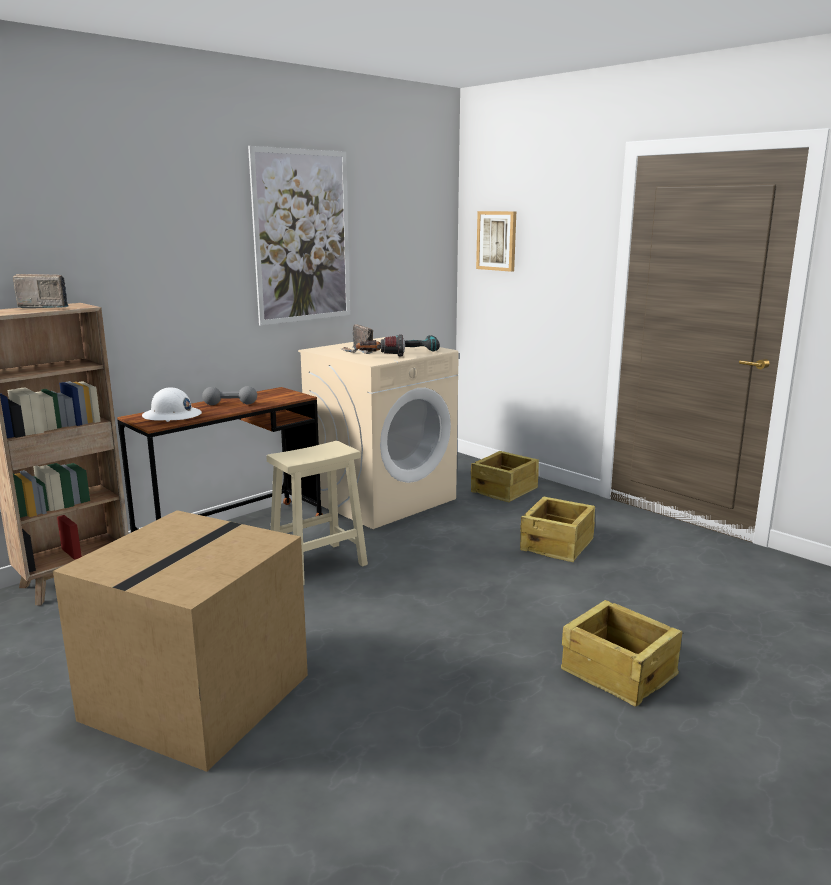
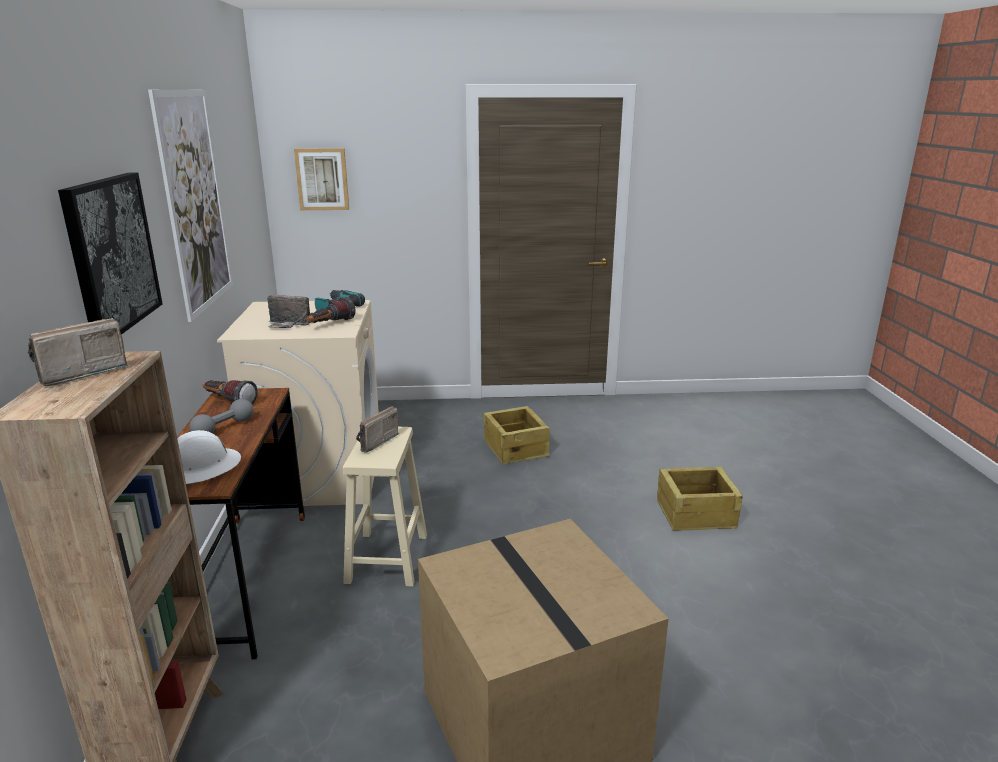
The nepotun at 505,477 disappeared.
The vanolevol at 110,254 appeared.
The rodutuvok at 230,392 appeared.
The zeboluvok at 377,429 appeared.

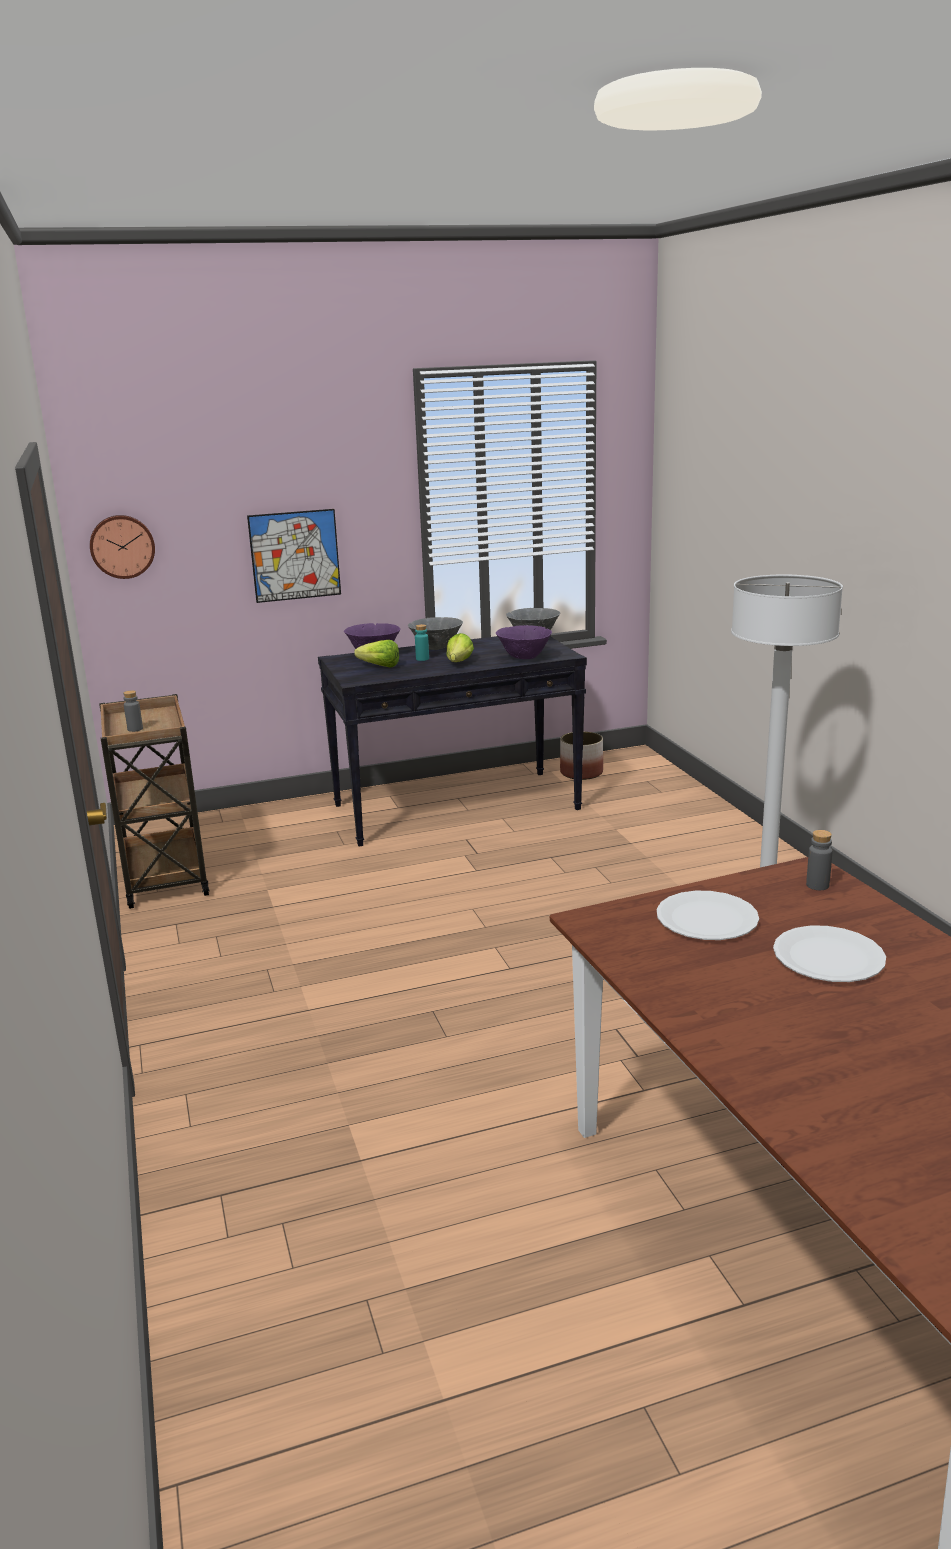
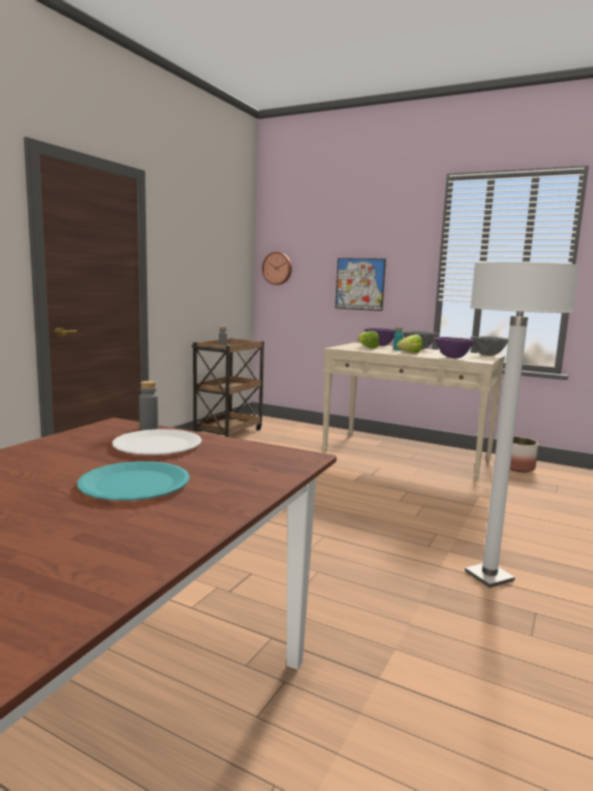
The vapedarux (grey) moved from 819,860 to 148,405.
The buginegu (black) at 452,741 became the buginegu (beige) at 413,412.
The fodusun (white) at 829,954 became the fodusun (turquoise) at 134,481.

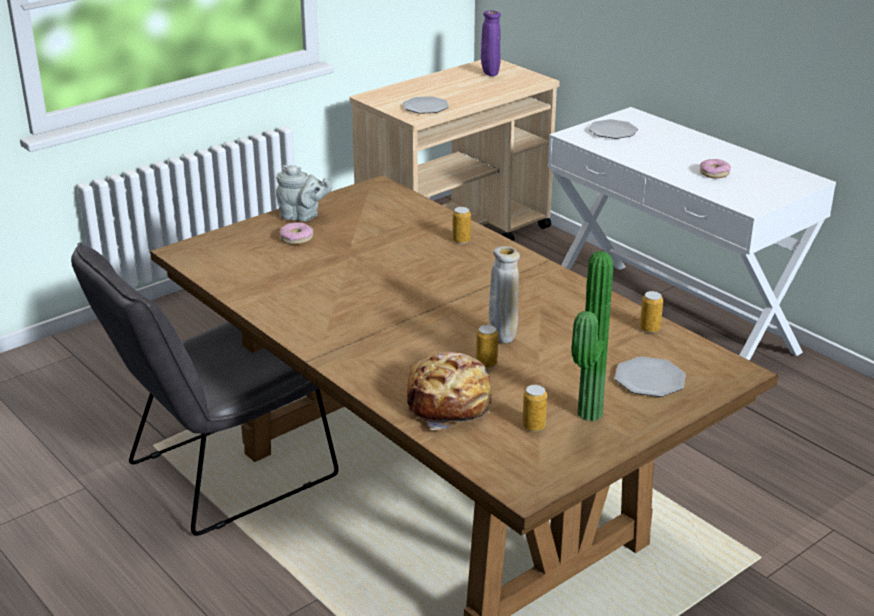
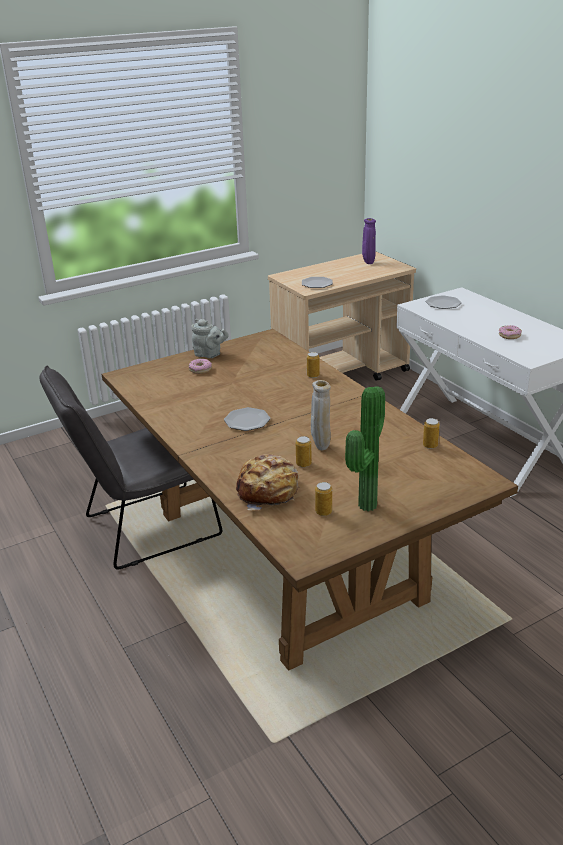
The fodusun moved from 650,377 to 247,419.

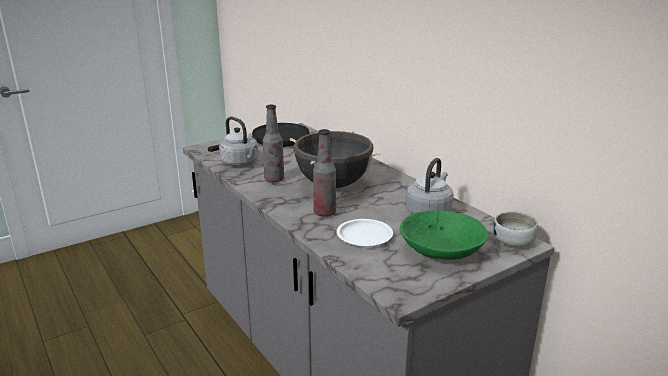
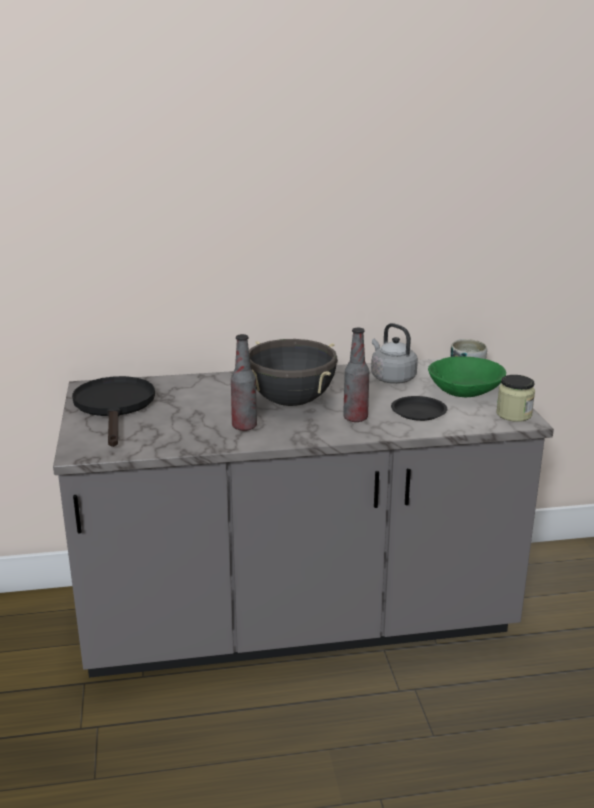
The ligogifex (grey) at 238,141 disappeared.
The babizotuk at 515,398 appeared.
The fodusun (white) at 365,233 became the fodusun (black) at 419,408.

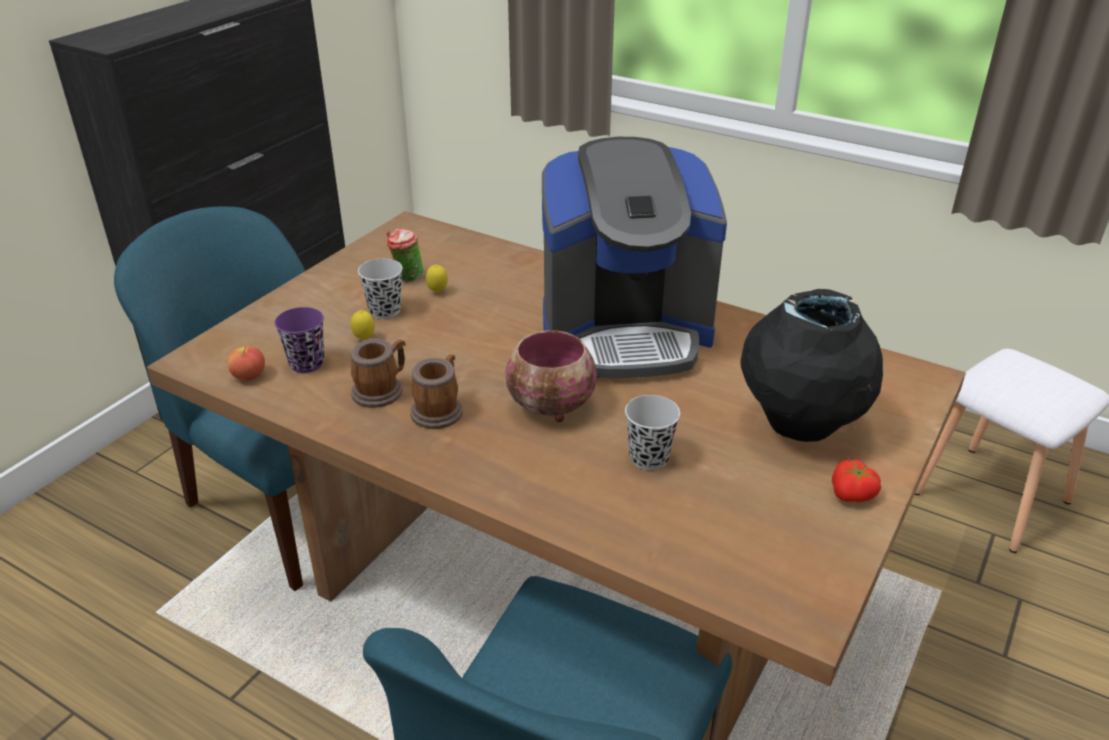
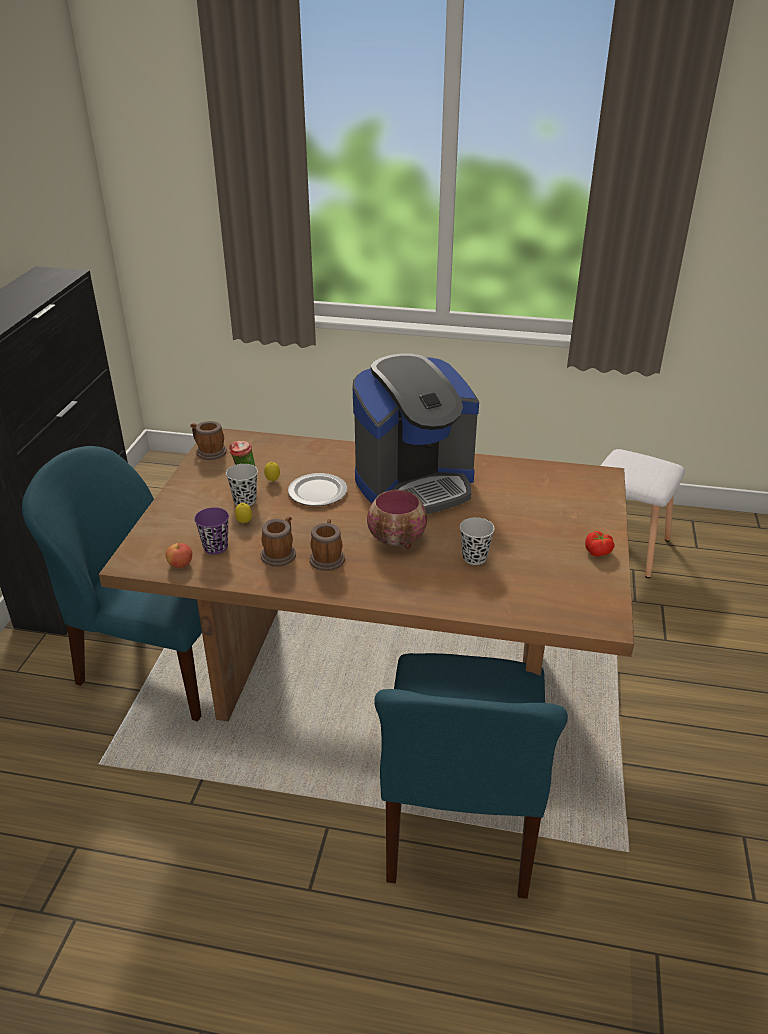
The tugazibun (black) at 811,365 disappeared.
The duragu at 208,440 appeared.
The fodusun at 317,489 appeared.

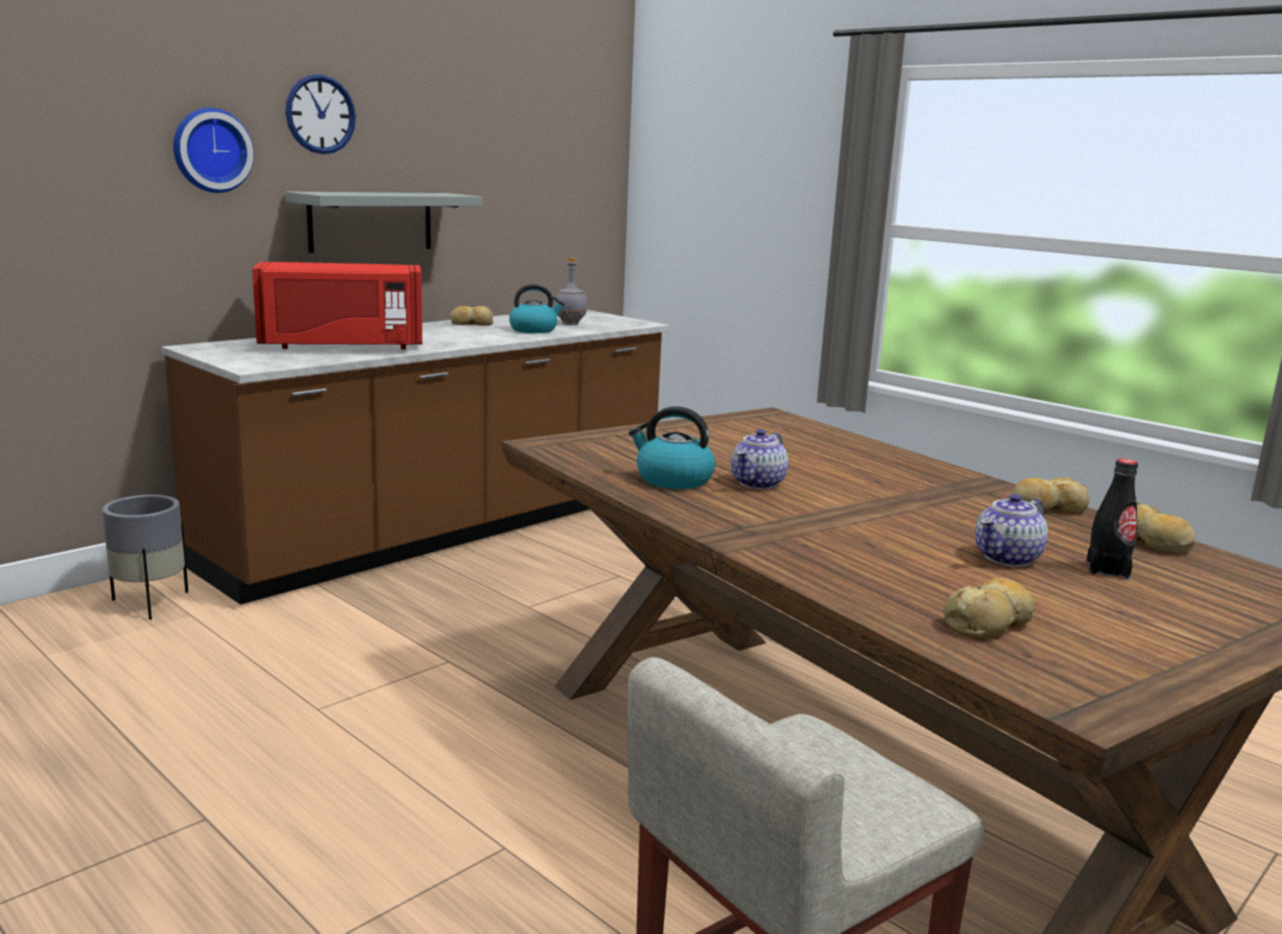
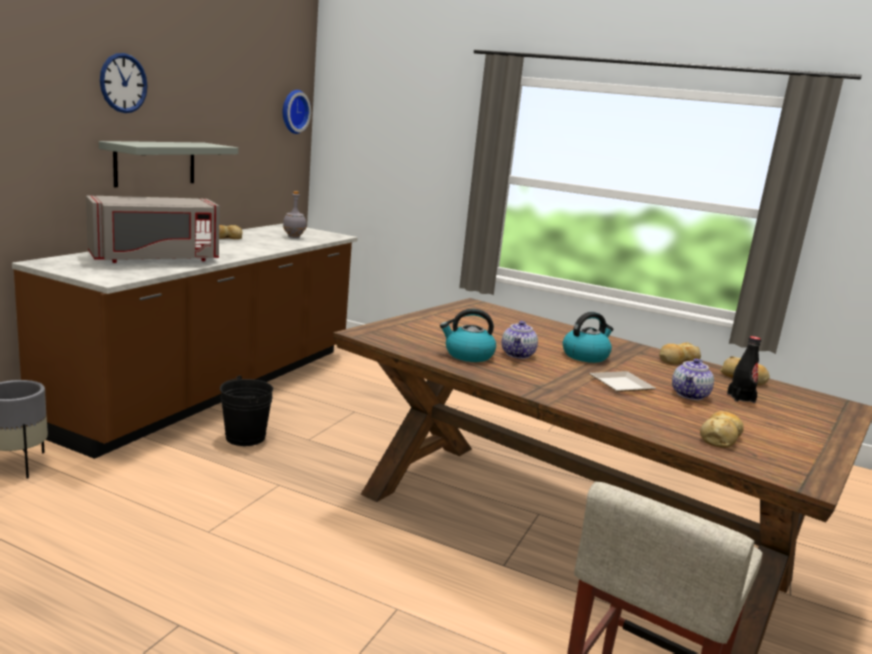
The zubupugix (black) at 246,411 appeared.
The fodusun at 622,381 appeared.
The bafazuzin moved from 213,150 to 297,112.
The ligogifex moved from 537,308 to 588,337.
The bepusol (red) at 337,306 became the bepusol (grey) at 153,229.

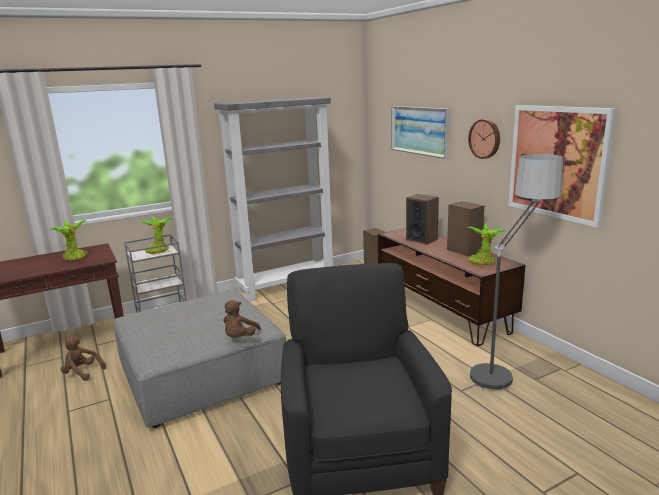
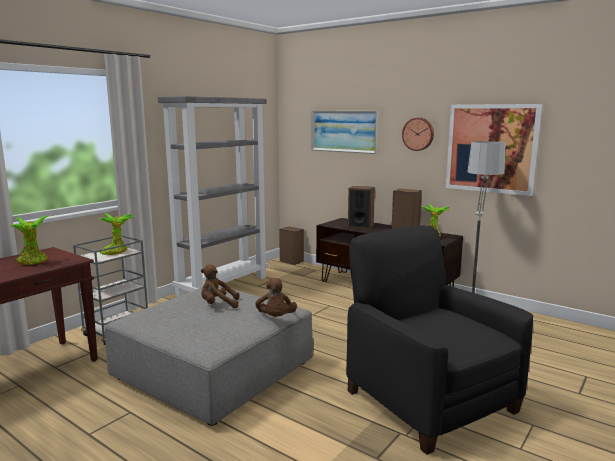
The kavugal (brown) moved from 83,358 to 220,286.

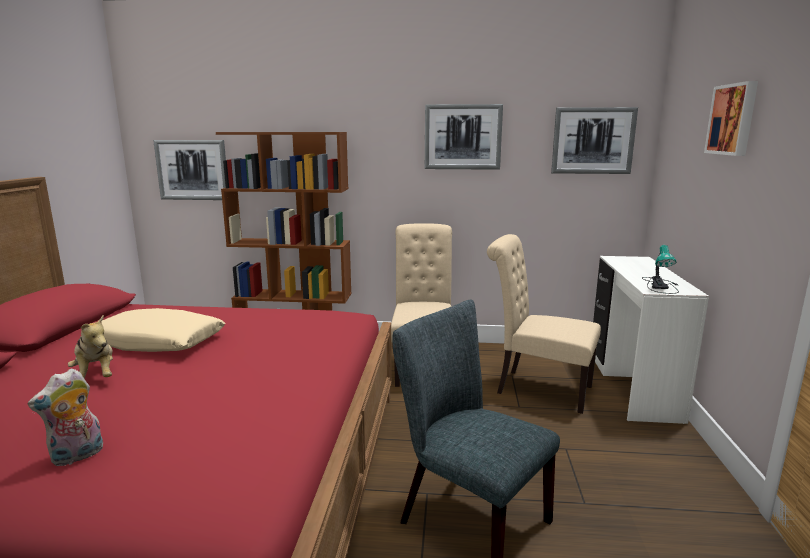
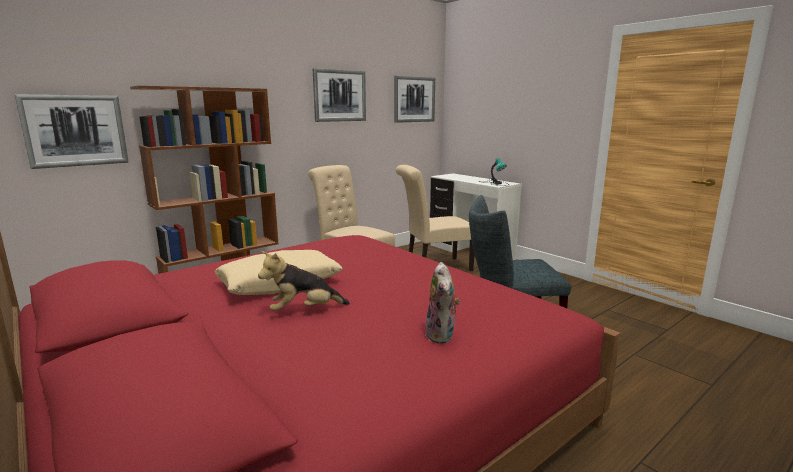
The vanolevol at 731,118 disappeared.
The kavugal at 90,347 turned 150 degrees clockwise.

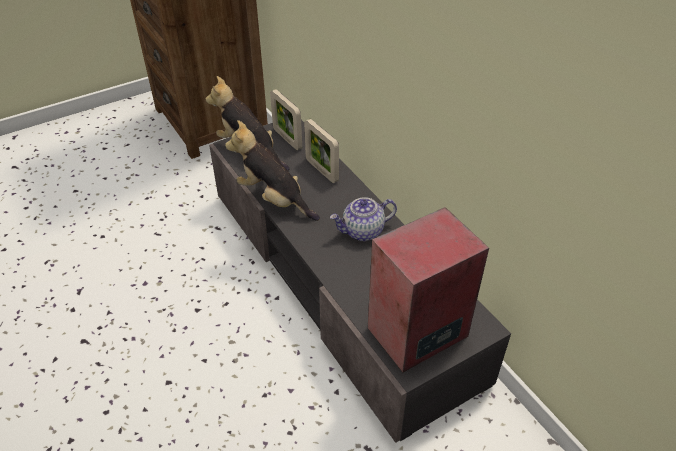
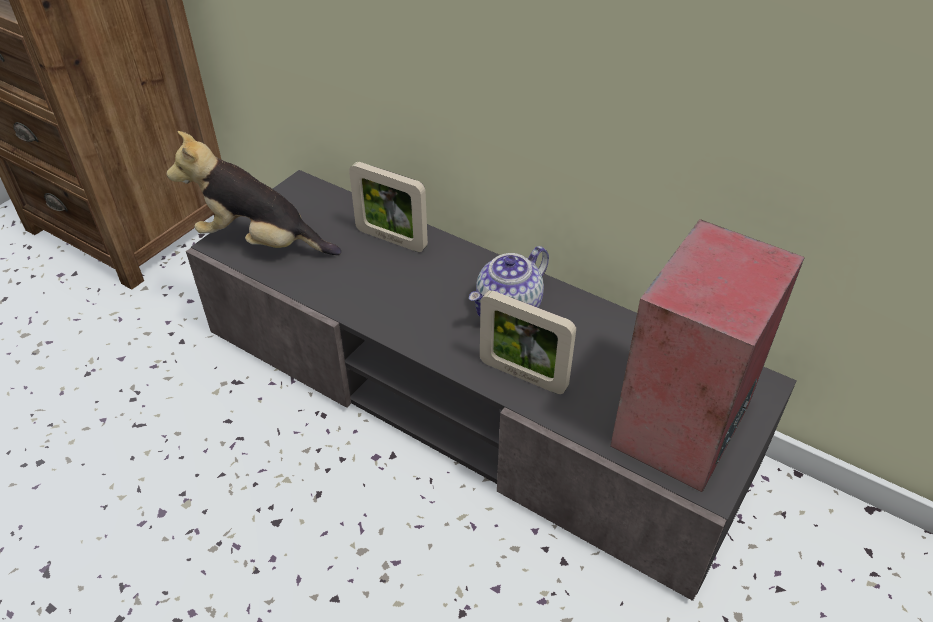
The kavugal at 272,170 disappeared.
The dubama moved from 286,119 to 528,342.

